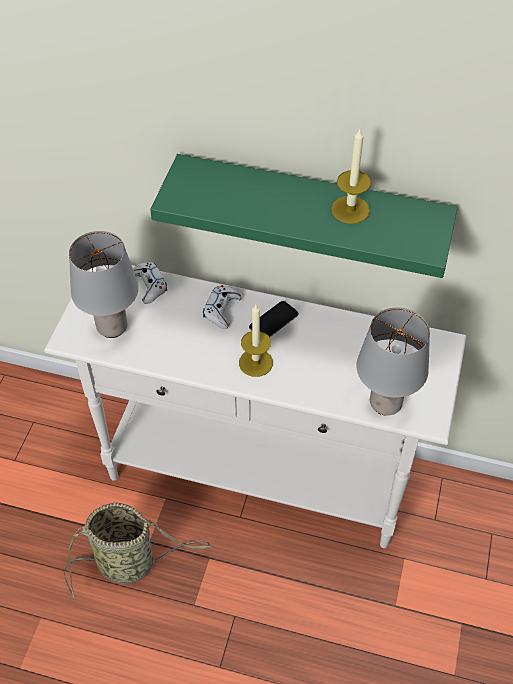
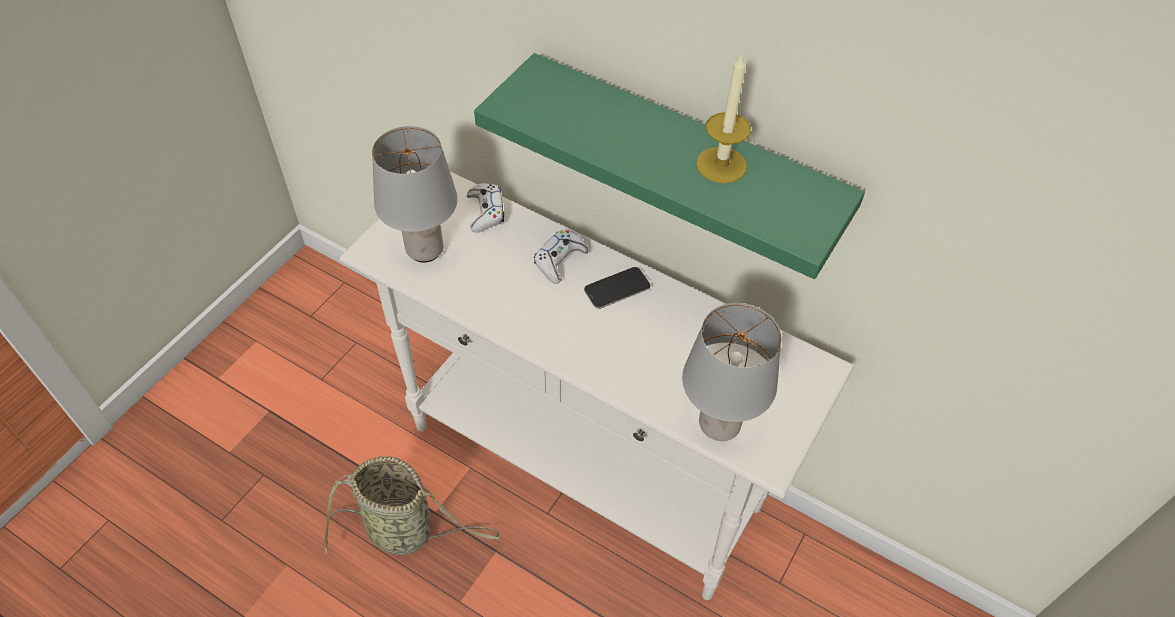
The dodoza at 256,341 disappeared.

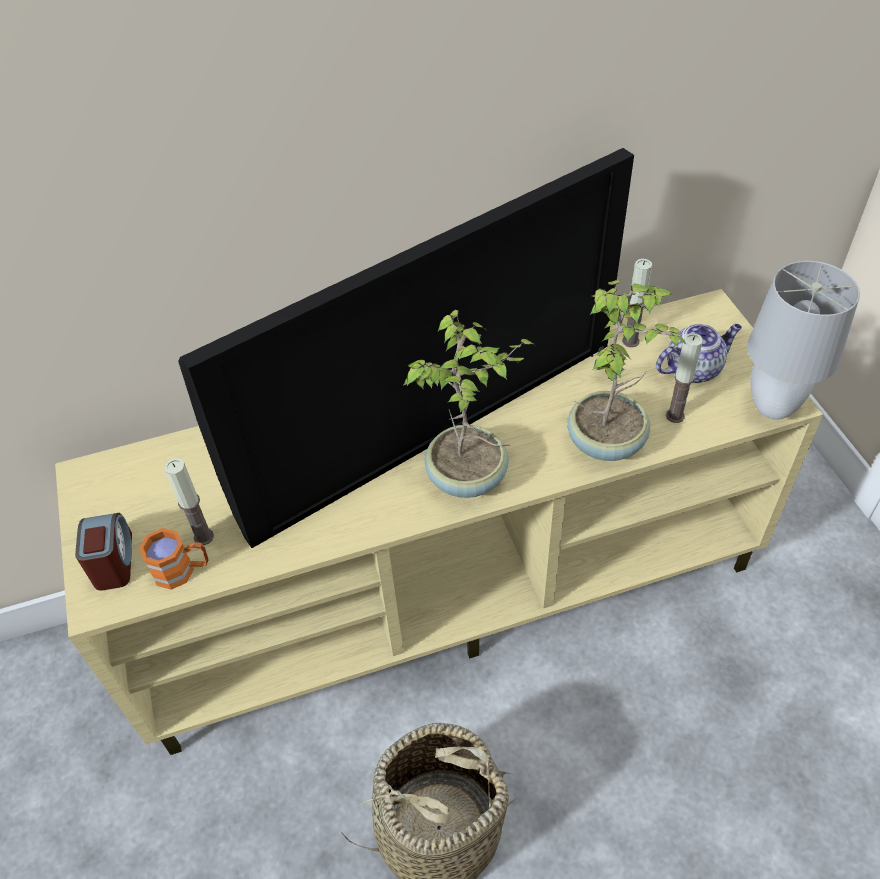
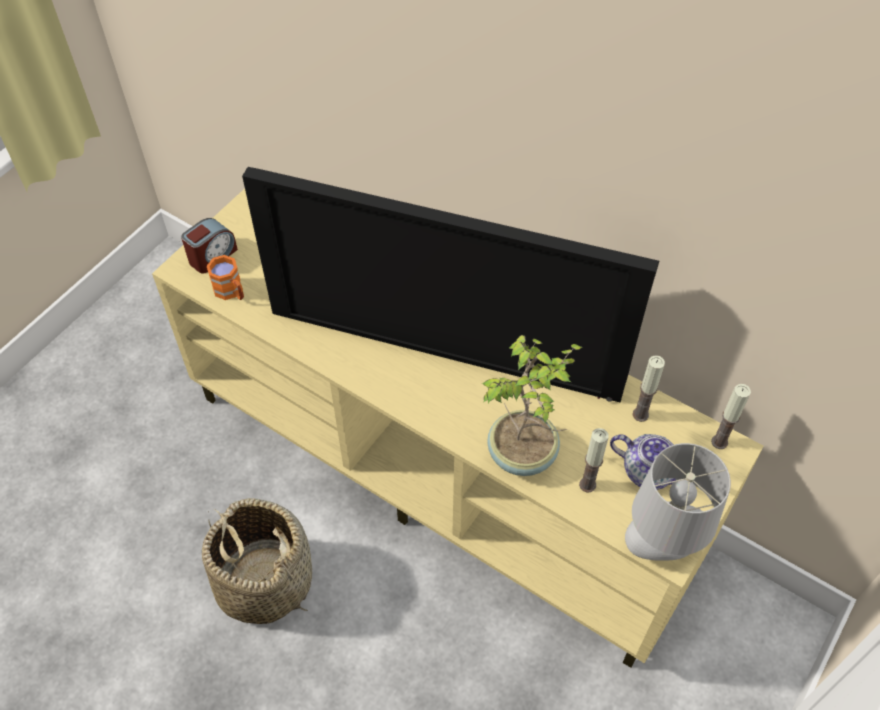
The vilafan at 469,404 disappeared.
The dodoza moved from 189,501 to 731,416.

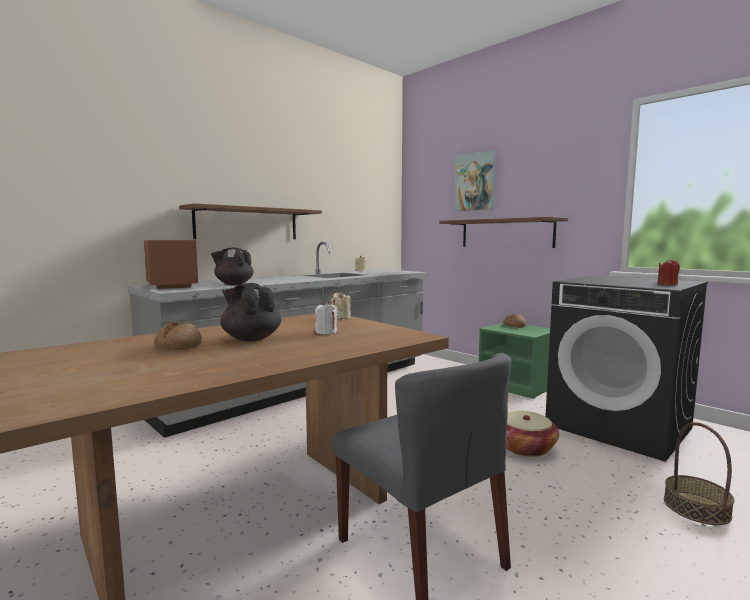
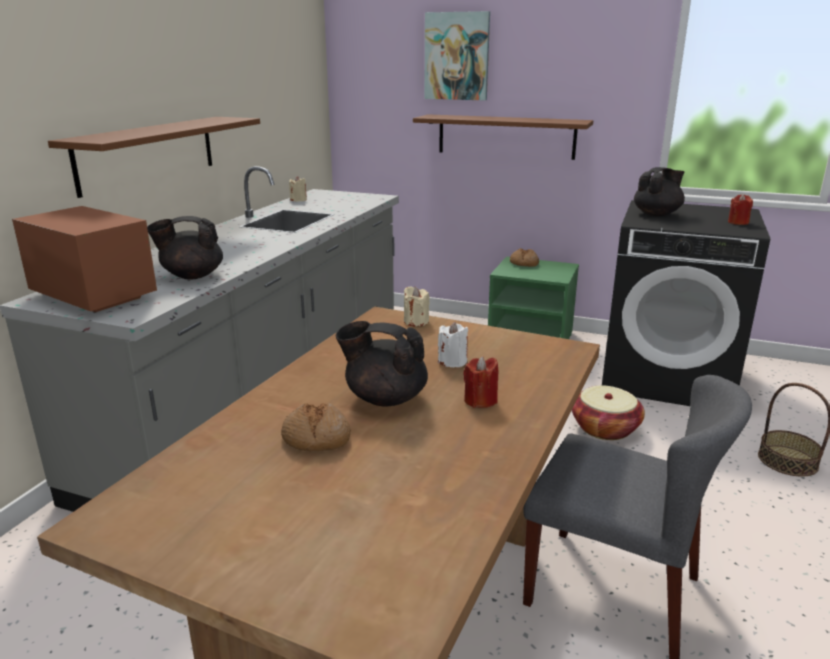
The dodoza (red) at 480,382 appeared.
The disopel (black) at 659,191 appeared.

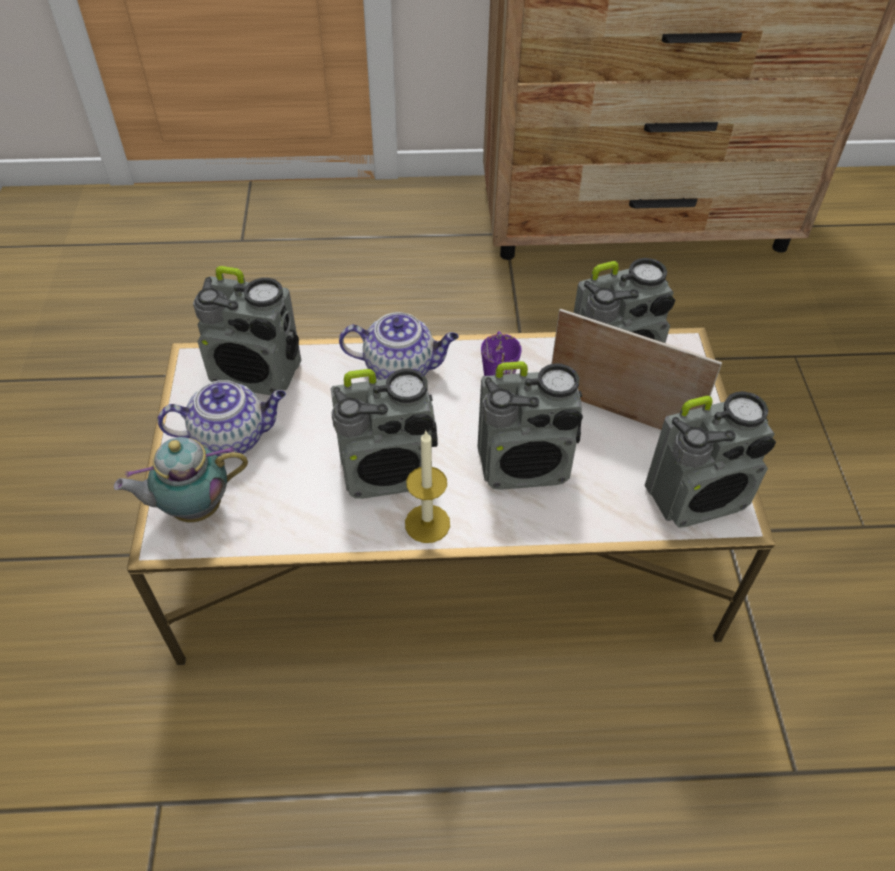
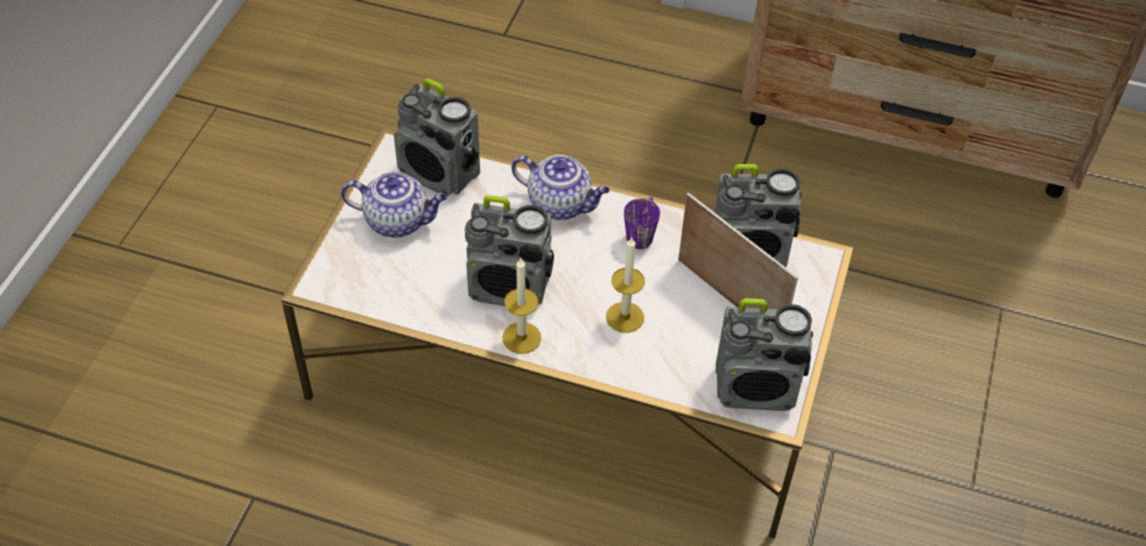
The disopel at 181,479 disappeared.
The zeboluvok at 530,425 was replaced by the dodoza at 625,285.

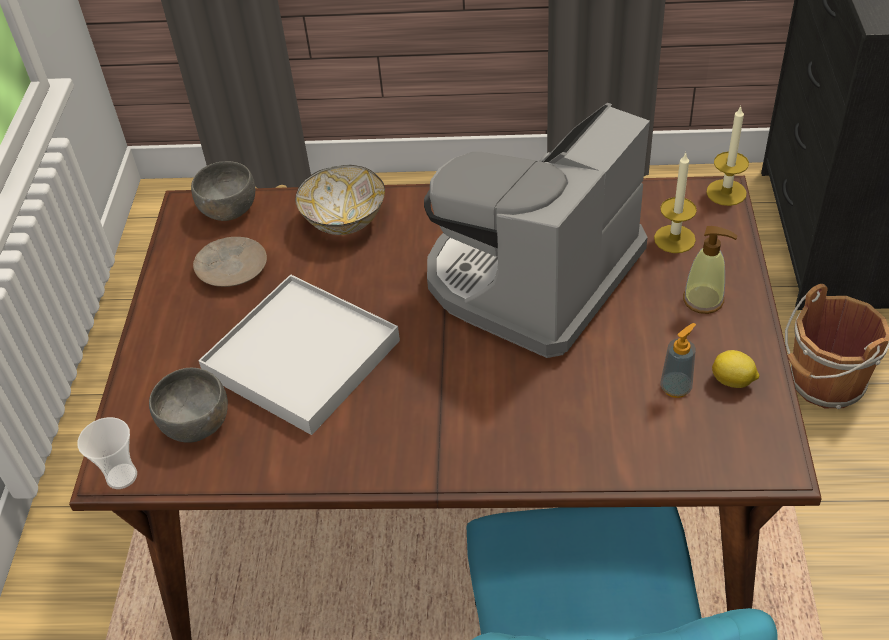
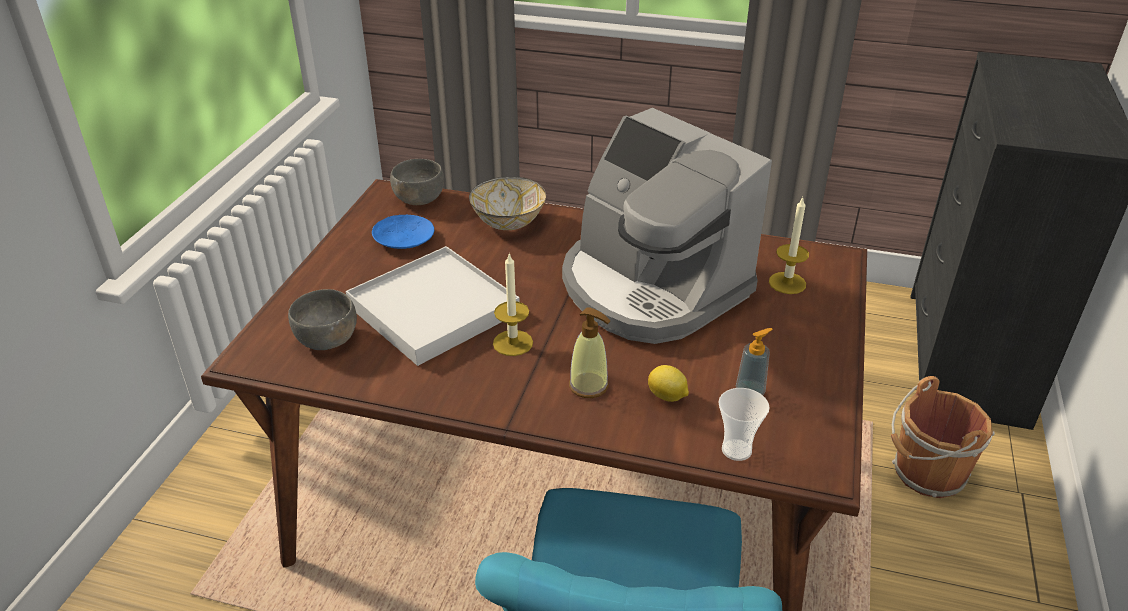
The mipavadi moved from 107,453 to 743,424.
The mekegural moved from 710,270 to 589,352.
The dodoza moved from 727,156 to 513,304.
The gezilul moved from 735,369 to 668,383.
The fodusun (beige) at 230,262 became the fodusun (blue) at 403,232.
The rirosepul at 537,230 turned 90 degrees counterclockwise.

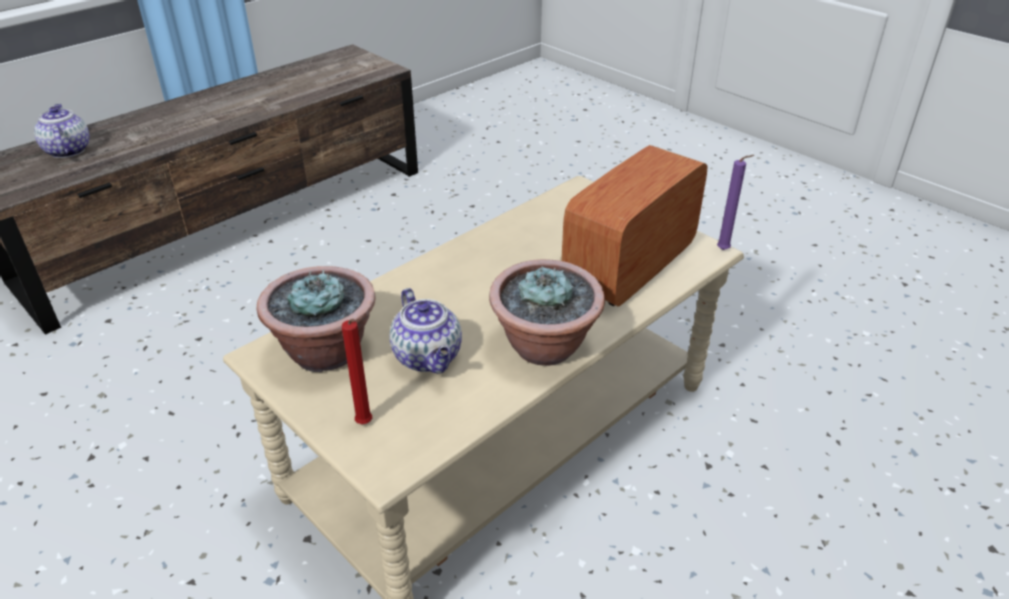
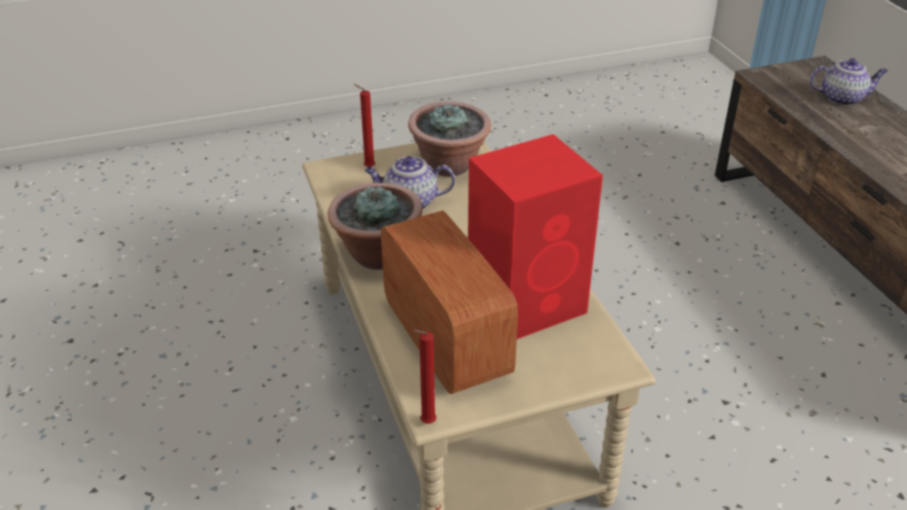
The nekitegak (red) at 535,236 appeared.
The dodoza (purple) at 736,202 became the dodoza (red) at 424,377.

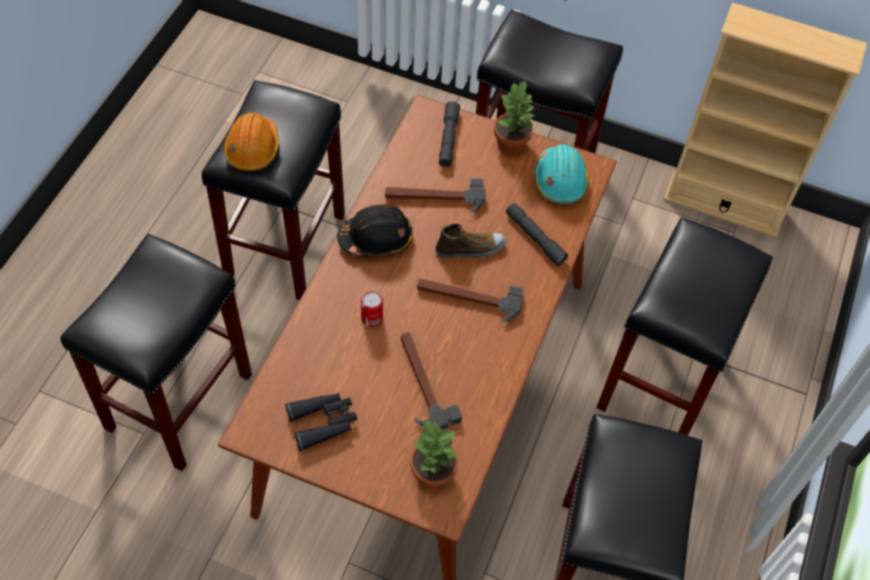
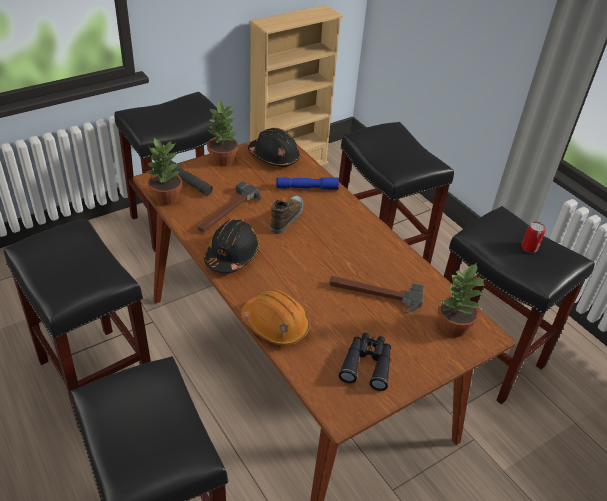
The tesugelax at 470,300 disappeared.
The vilafan at 163,171 appeared.
The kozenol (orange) moved from 251,142 to 275,317.
The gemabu moved from 372,309 to 533,237.
The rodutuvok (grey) at 537,234 became the rodutuvok (blue) at 307,183.
The kozenol (turquoise) at 562,174 became the kozenol (black) at 274,147.

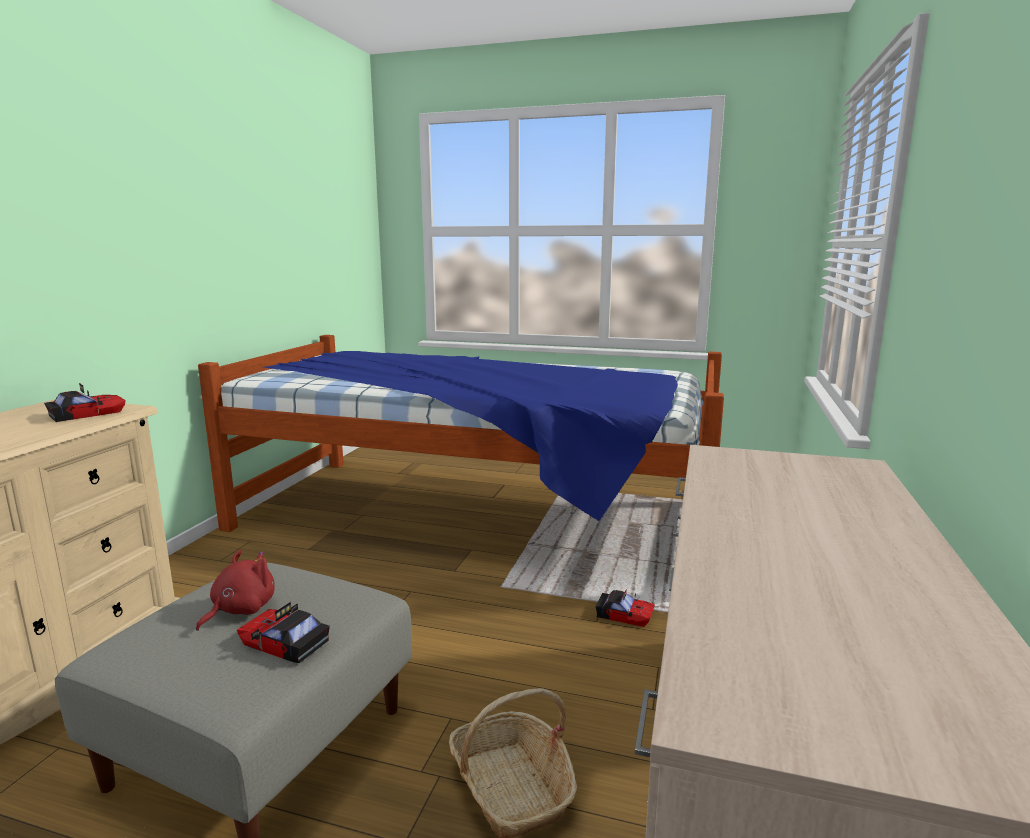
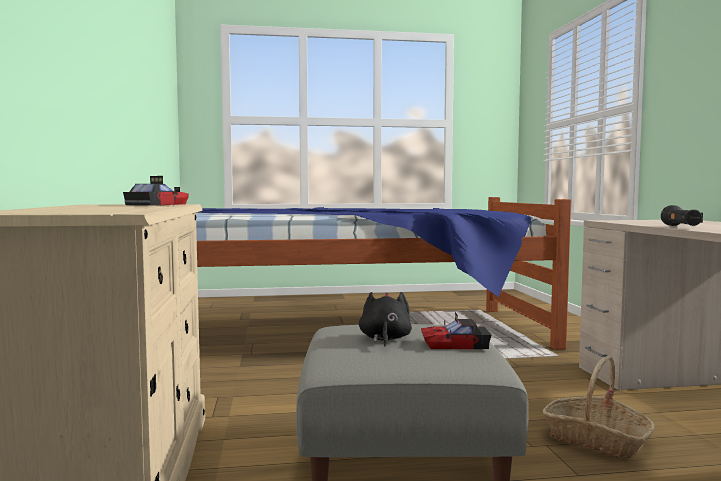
The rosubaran at 625,608 disappeared.
The rodutuvok (black) at 682,215 appeared.
The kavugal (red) at 235,590 became the kavugal (black) at 385,319.

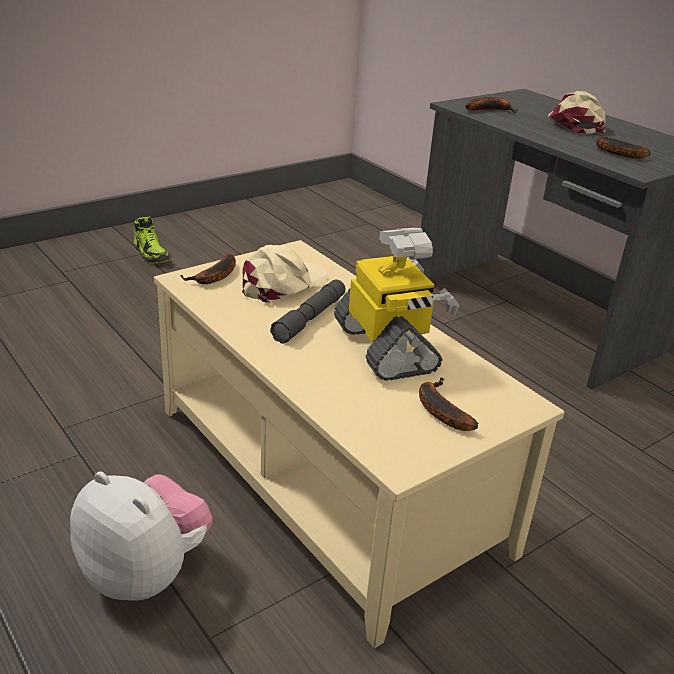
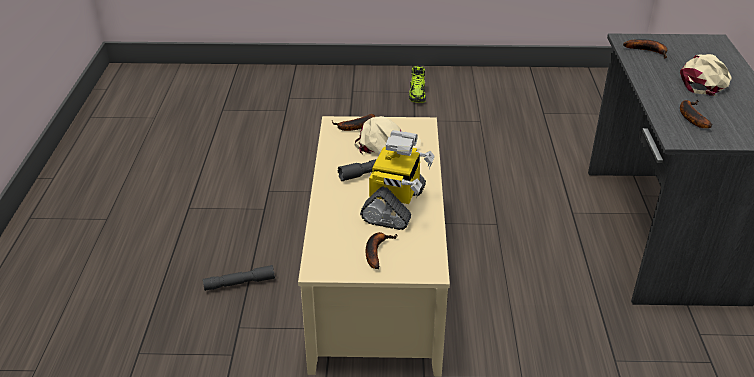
The kavugal at 141,535 was replaced by the rodutuvok (grey) at 239,278.

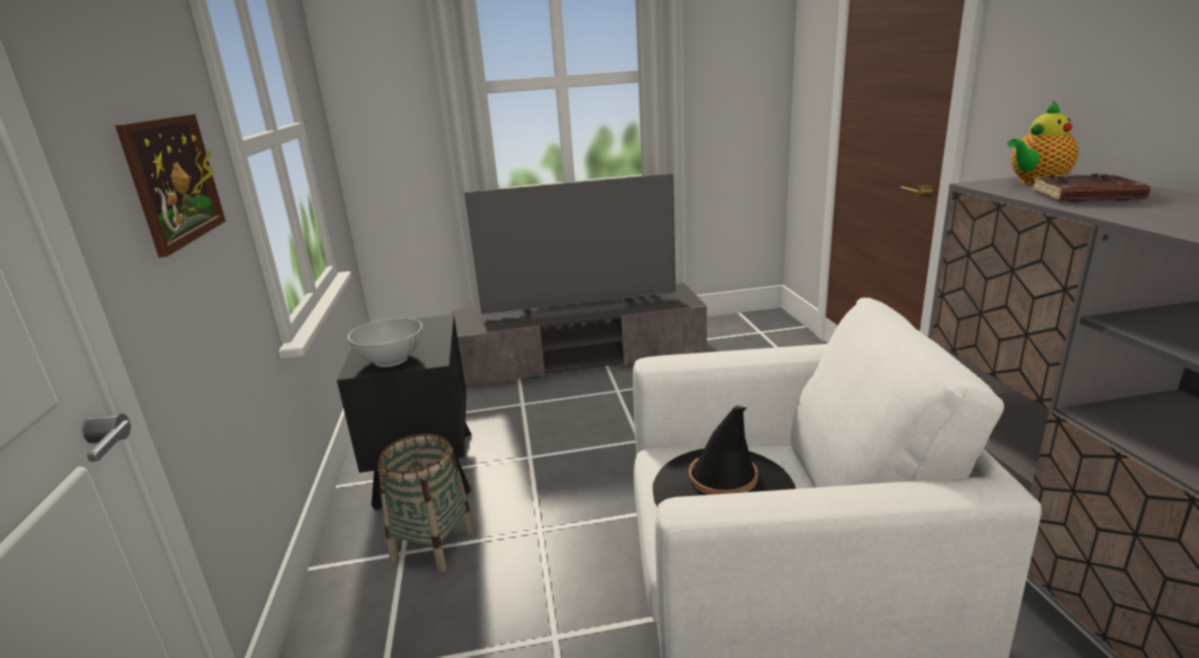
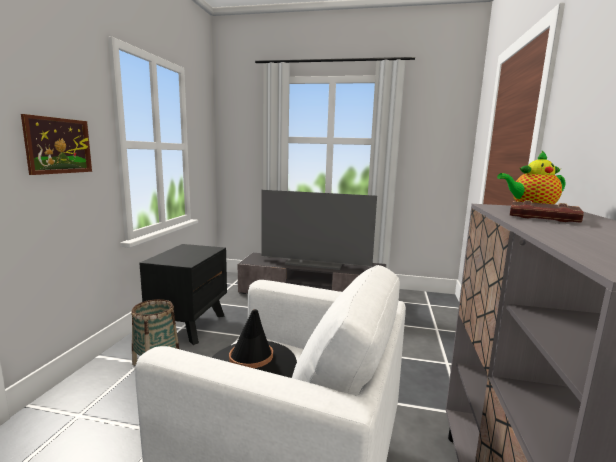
The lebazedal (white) at 385,342 disappeared.

